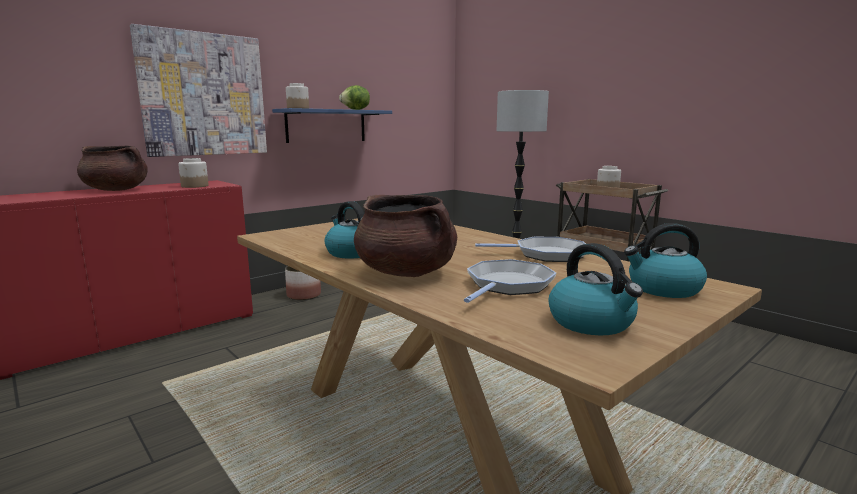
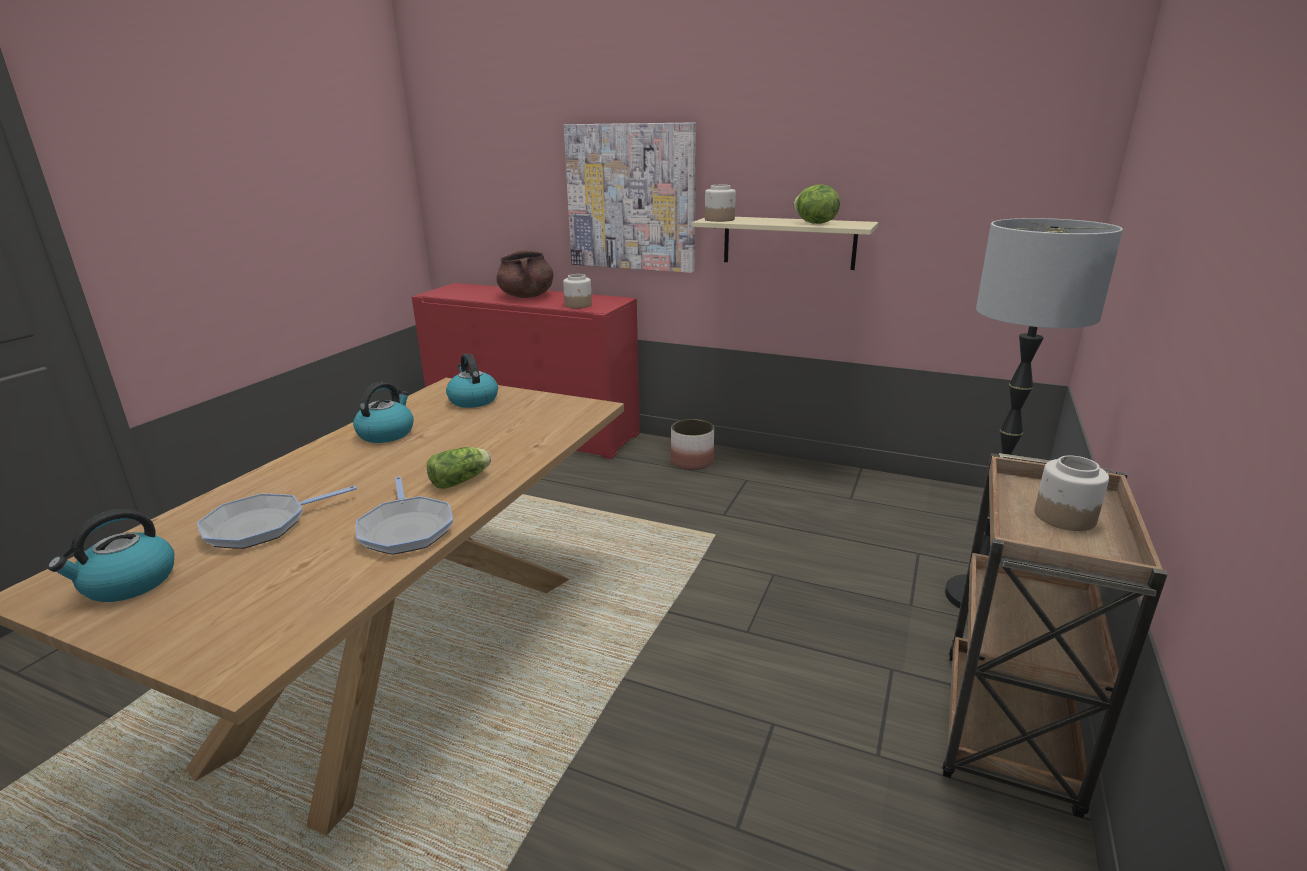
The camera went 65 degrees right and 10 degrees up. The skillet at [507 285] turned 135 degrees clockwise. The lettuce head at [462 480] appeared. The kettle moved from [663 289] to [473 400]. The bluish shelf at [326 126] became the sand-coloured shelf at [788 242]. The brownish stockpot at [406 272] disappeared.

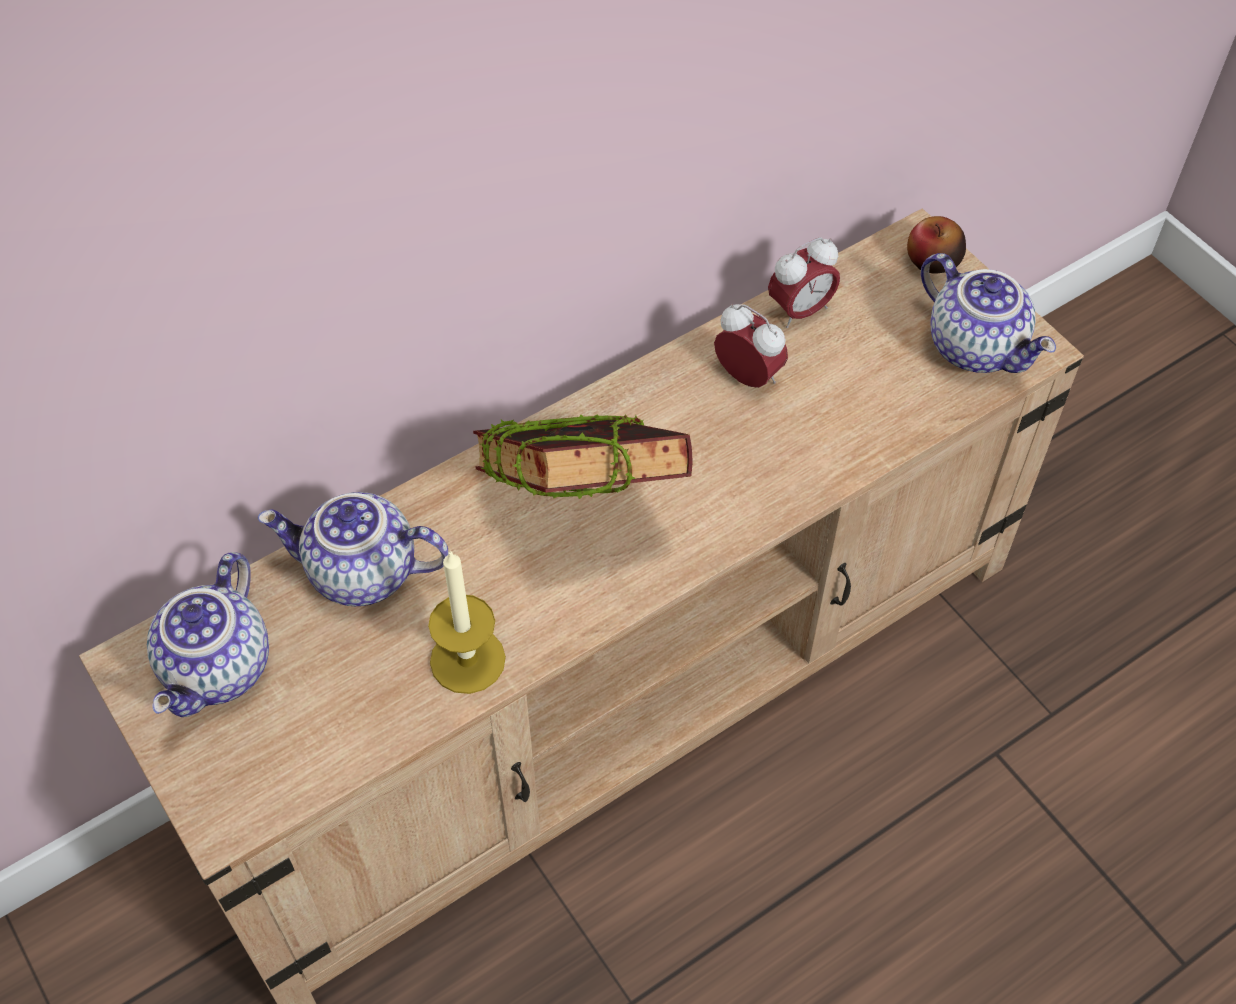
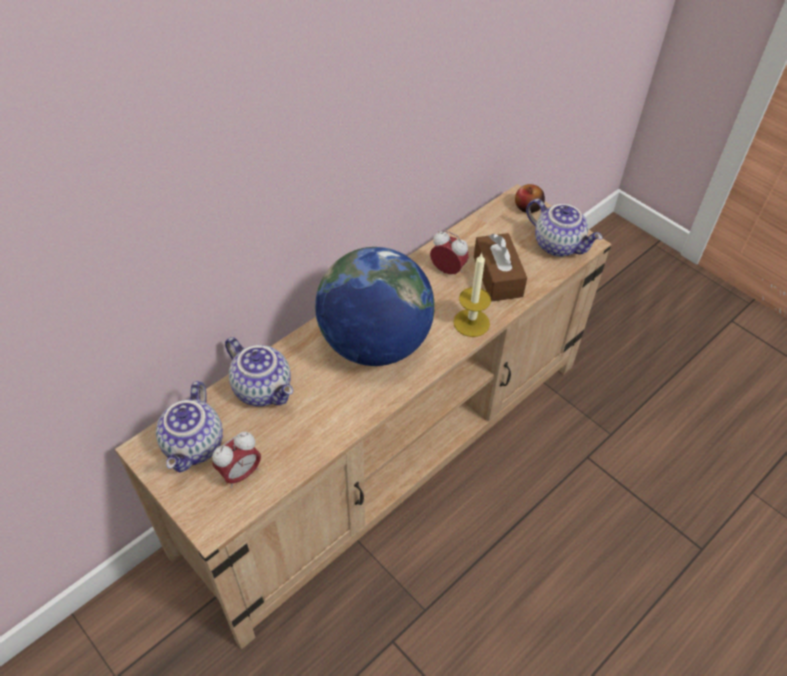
The camera went 10 degrees left and 5 degrees down. The alarm clock moved from [800 311] to [240 474]. The pot for tea at [361 574] turned 135 degrees counterclockwise. The bound book at [580 510] was replaced by the globe at [374 344]. The candle moved from [467 660] to [471 323]. The brownish tissue holder at [497 276] appeared.

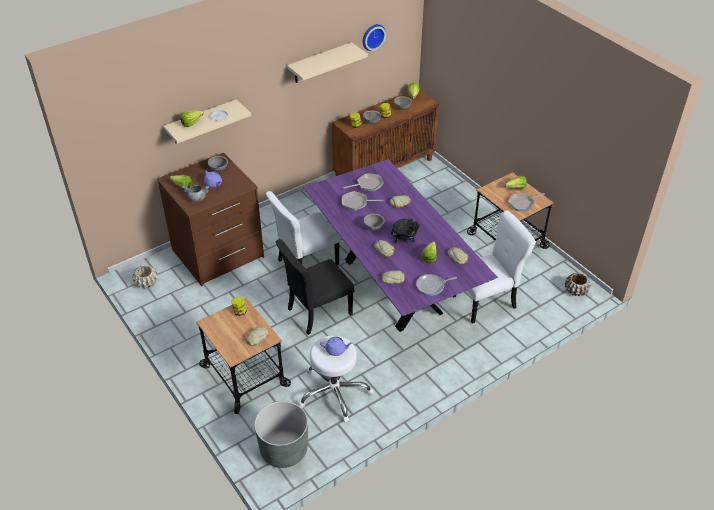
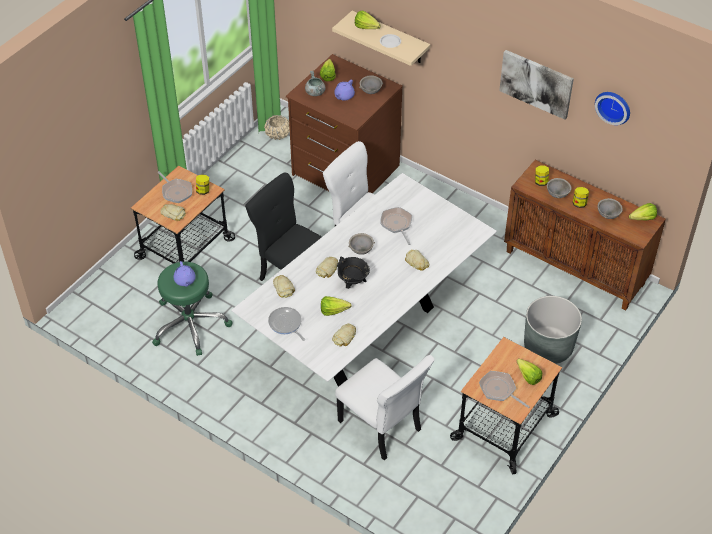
The camera went 70 degrees right and 5 degrees up. The white-coloured stool seat at [334 392] became the greenish stool seat at [190 324]. The skillet moved from [368 185] to [176 191]. The purple-coloured dinner table at [392 285] became the white-coloured dinner table at [367 330]. The sand-coloured shelf at [320 63] was replaced by the picture at [536 83]. The grey plant pot moved from [284 450] to [548 347]. The brownish plant pot at [575 290] disappeared.

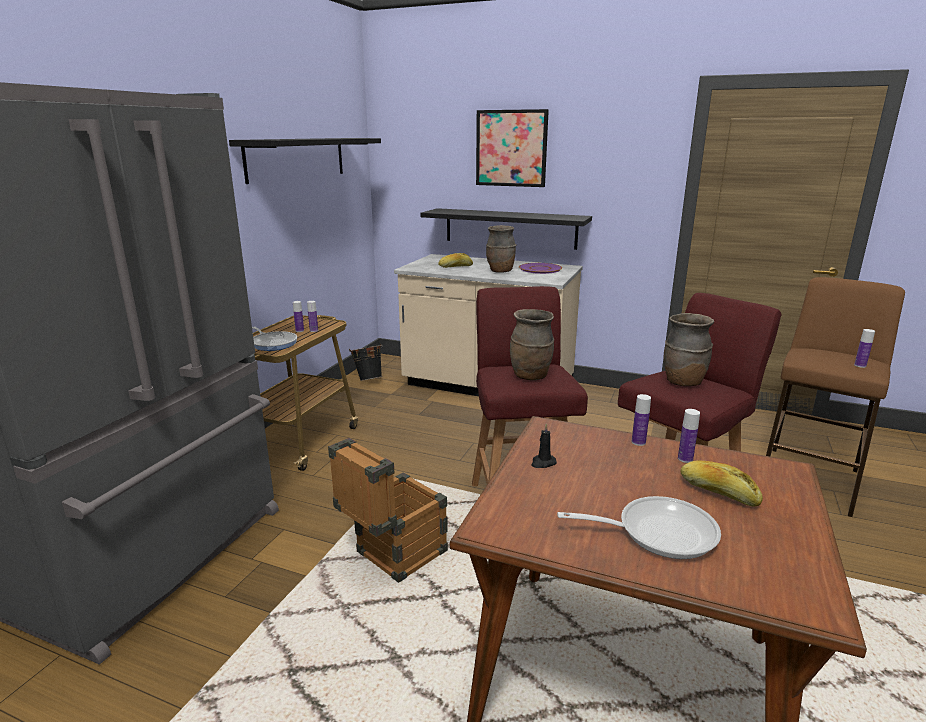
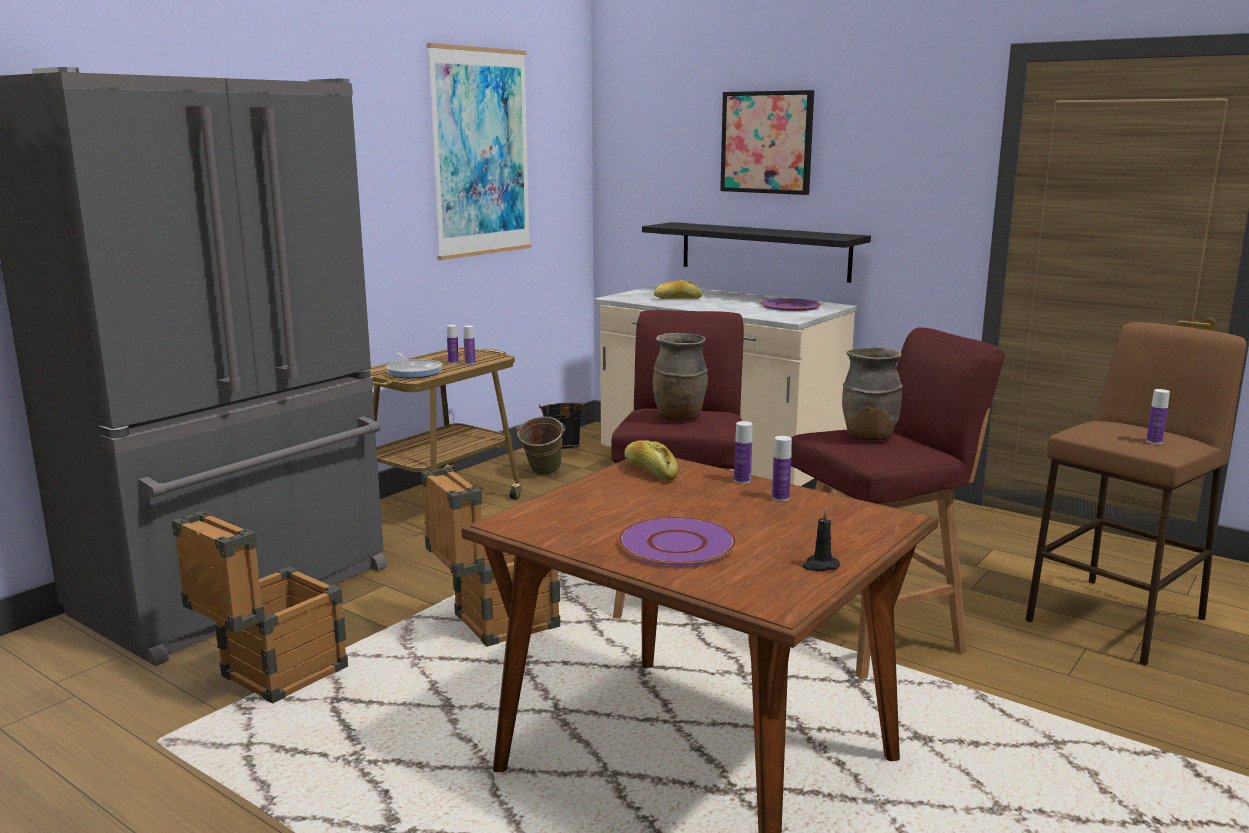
The camera went 15 degrees right and 5 degrees down. The packing crate at [271 678] appeared. The black-coloured shelf at [297 158] was replaced by the picture at [481 153]. The greenish water bucket at [542 475] appeared. The skillet at [657 532] was replaced by the purple-coloured flat dish at [676 544]. The bread moved from [718 492] to [650 471]. The black-coloured candle moved from [543 463] to [820 566]. The brownish flower vase at [500 271] disappeared.

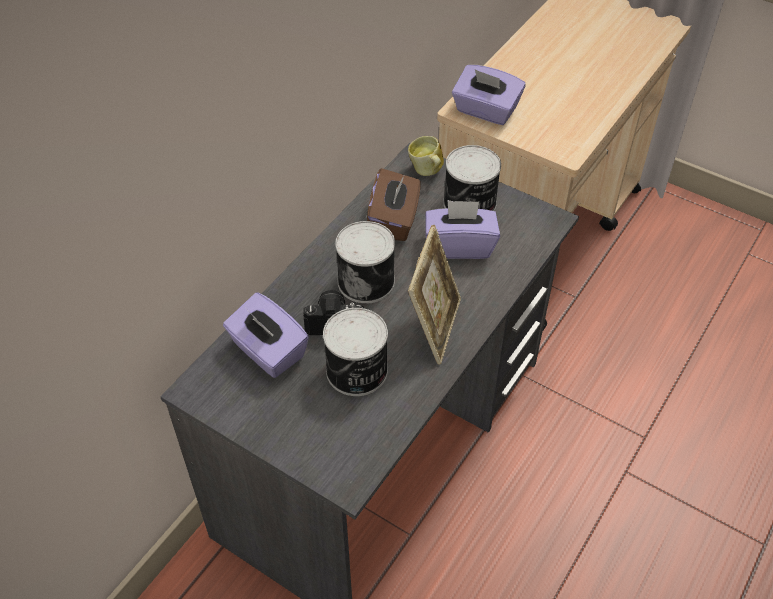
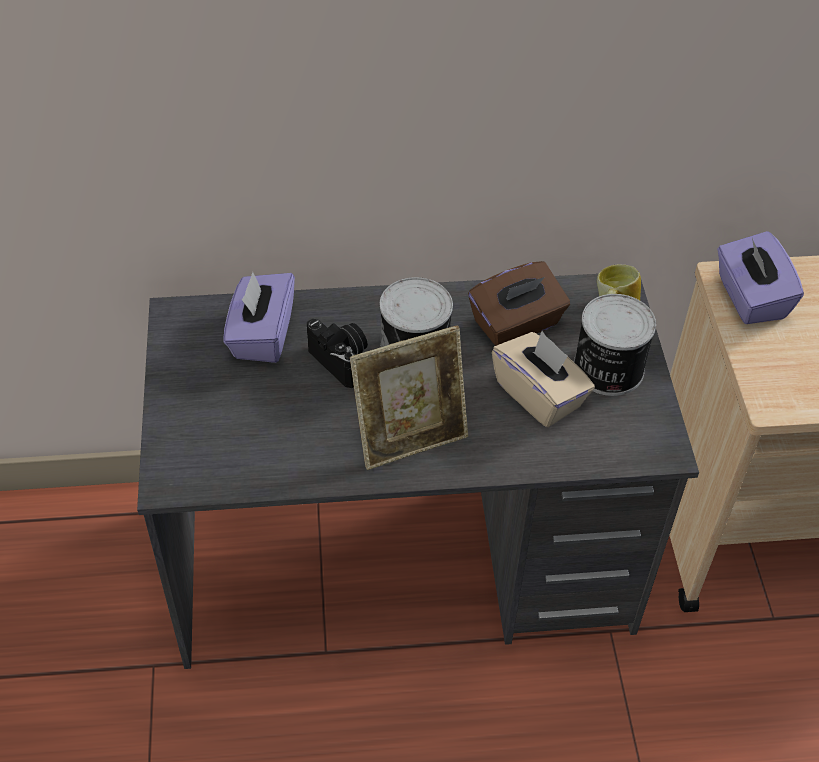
The camera went 50 degrees right and 0 degrees up. The purple-coloured tissue holder at [459 246] became the sand-coloured tissue holder at [539 395]. The metal can at [357 372] disappeared.

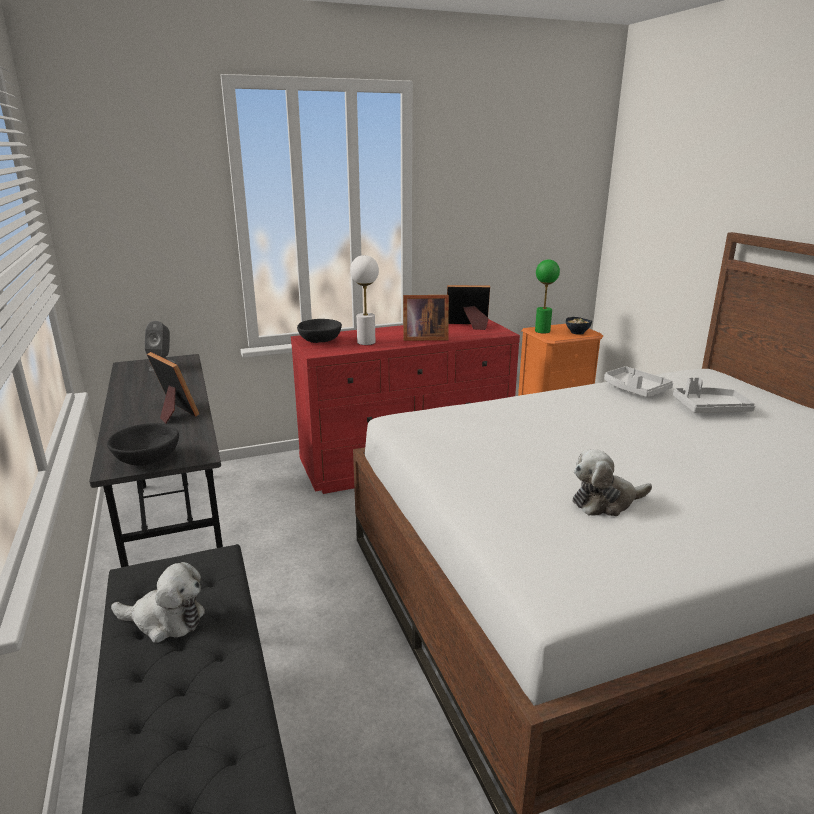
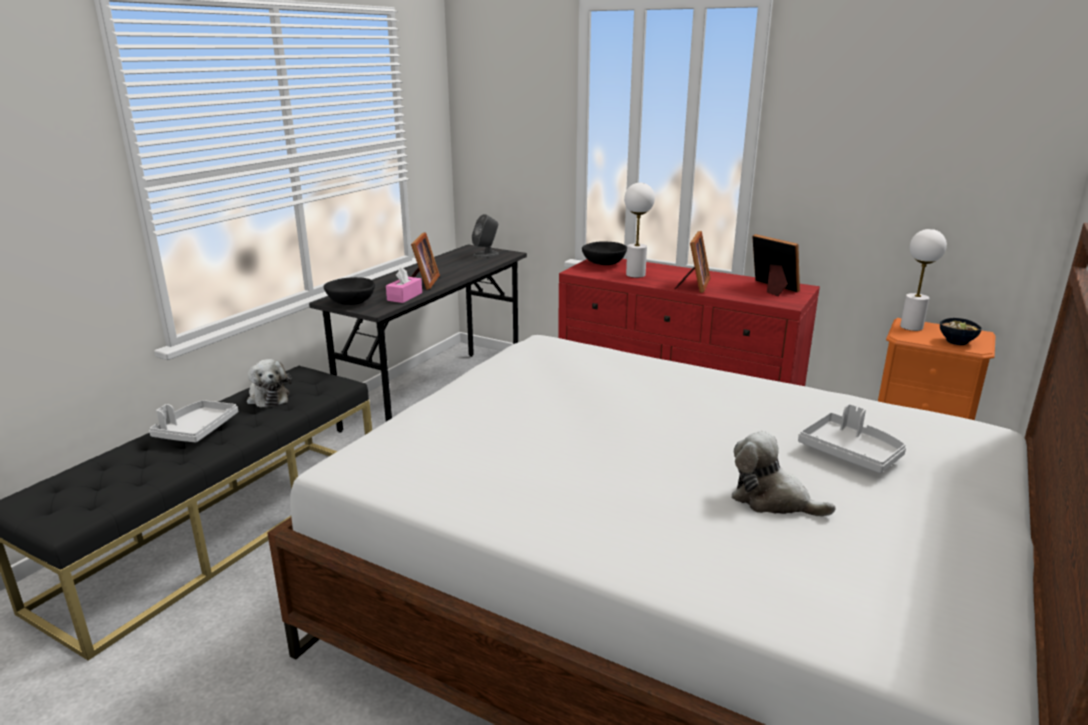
The camera went 50 degrees right and 0 degrees up. The grey serving tray moved from [634 390] to [196 430]. The pink tissue holder at [404 296] appeared. The picture frame at [423 338] turned 120 degrees counterclockwise. The plush toy moved from [605 502] to [772 500]. The greenish tabletop lamp at [542 331] became the white-coloured tabletop lamp at [911 327].

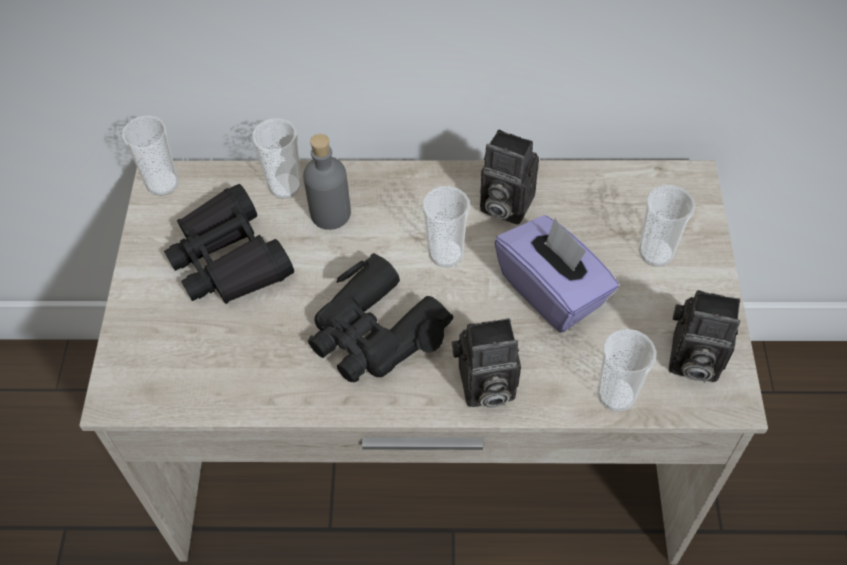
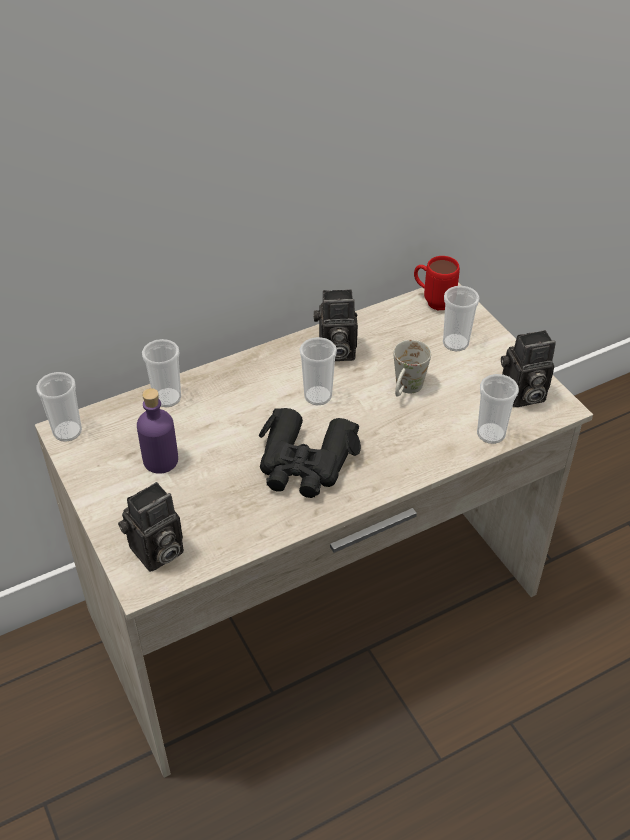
The camera went 30 degrees left and 10 degrees down. The photo camera moved from [484 387] to [156 553]. The black-coloured binoculars at [229 259] was replaced by the purple-coloured drink bottle at [161 460]. The purple-coloured tissue holder at [552 291] was replaced by the white-coloured tea mug at [406 390]. The red-coloured tea mug at [433 301] appeared. The grey drink bottle at [330 214] disappeared.

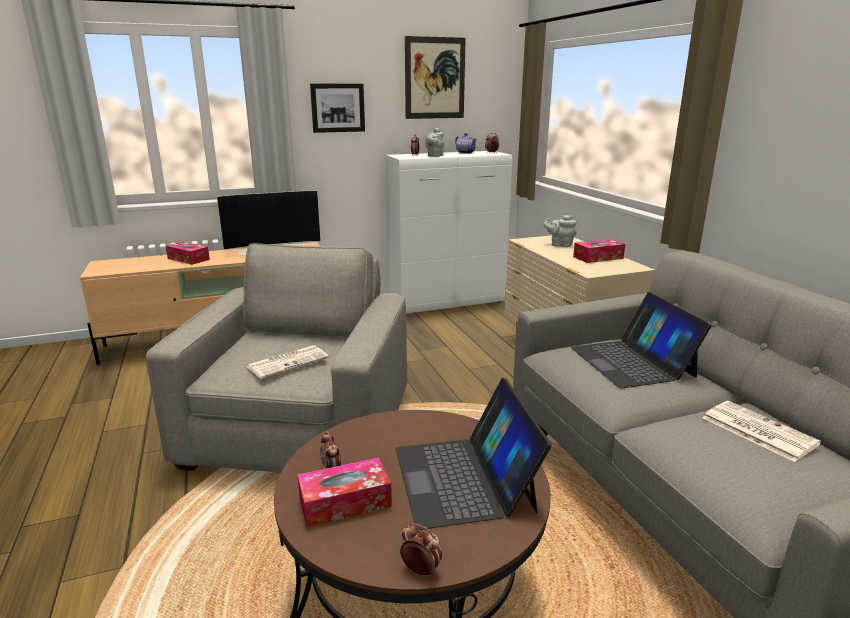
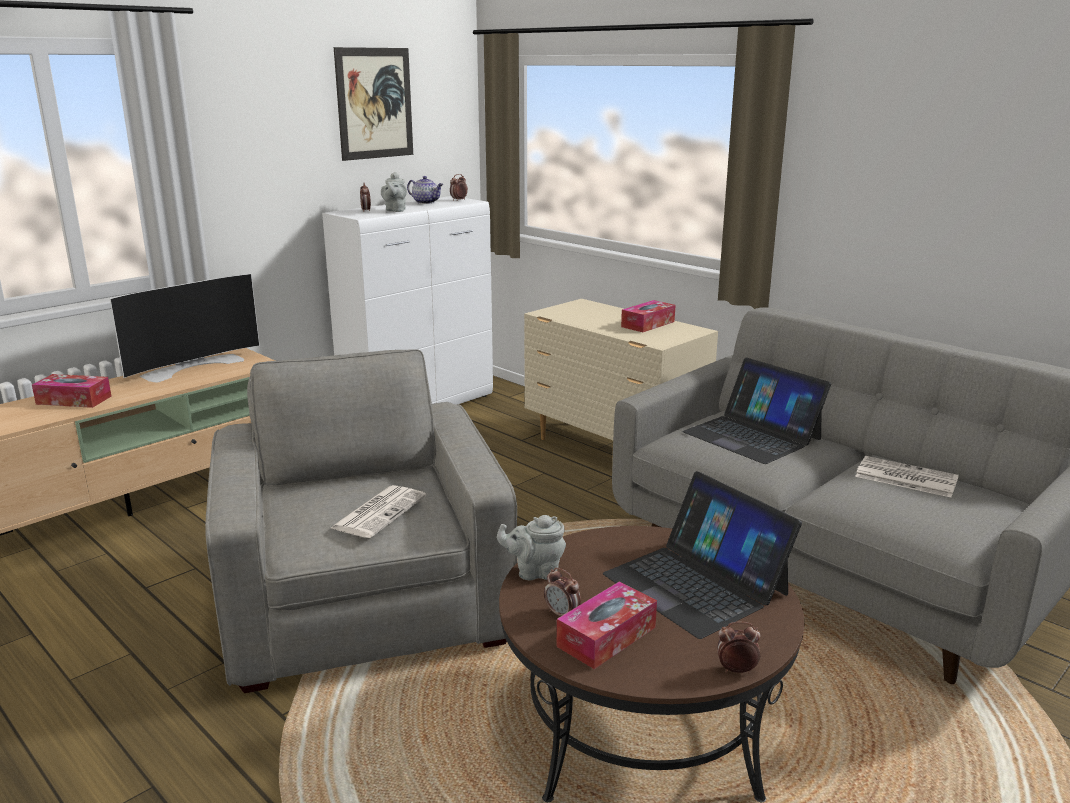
The camera went 25 degrees left and 0 degrees up. The grey pot for tea moved from [560 245] to [535 572]. The picture at [337 108] disappeared.

